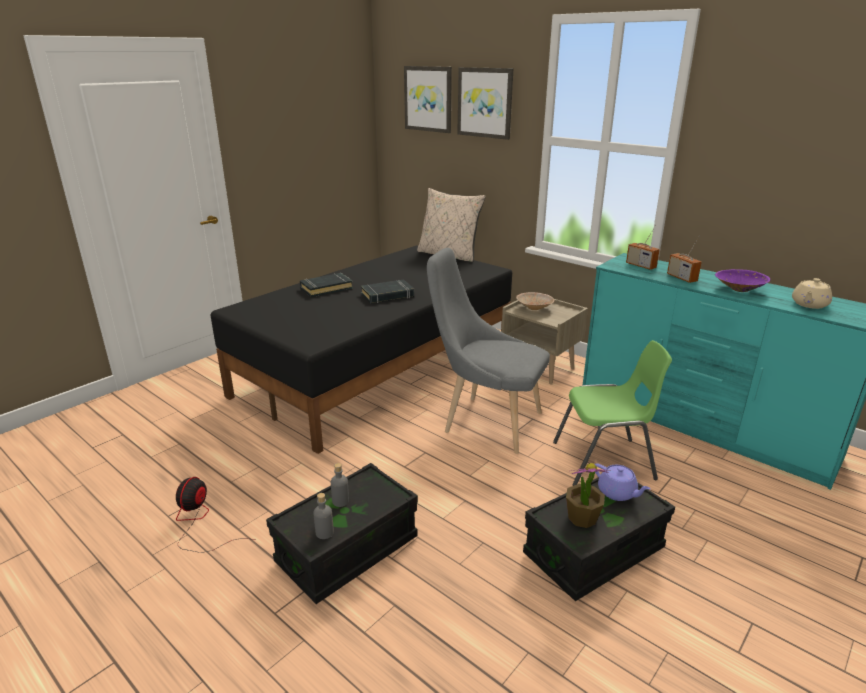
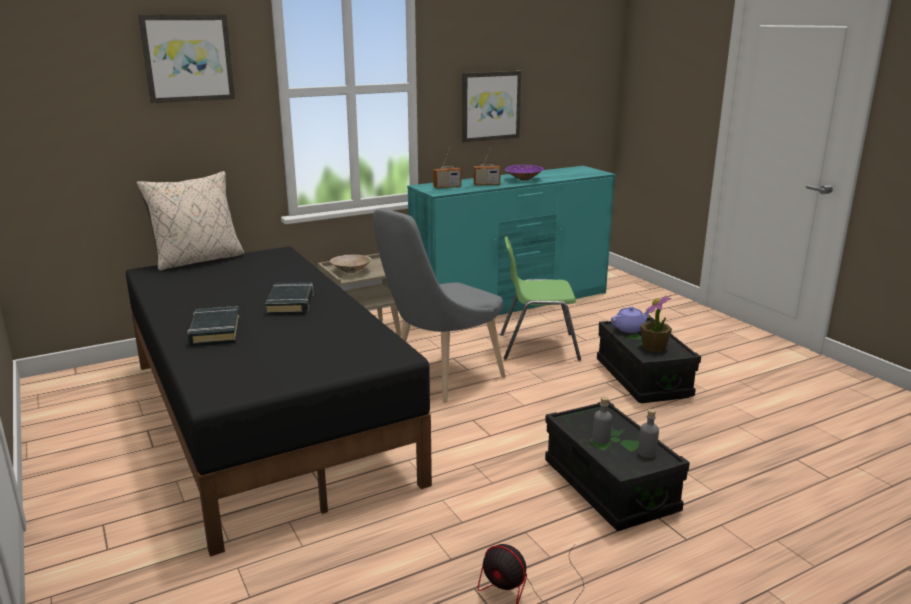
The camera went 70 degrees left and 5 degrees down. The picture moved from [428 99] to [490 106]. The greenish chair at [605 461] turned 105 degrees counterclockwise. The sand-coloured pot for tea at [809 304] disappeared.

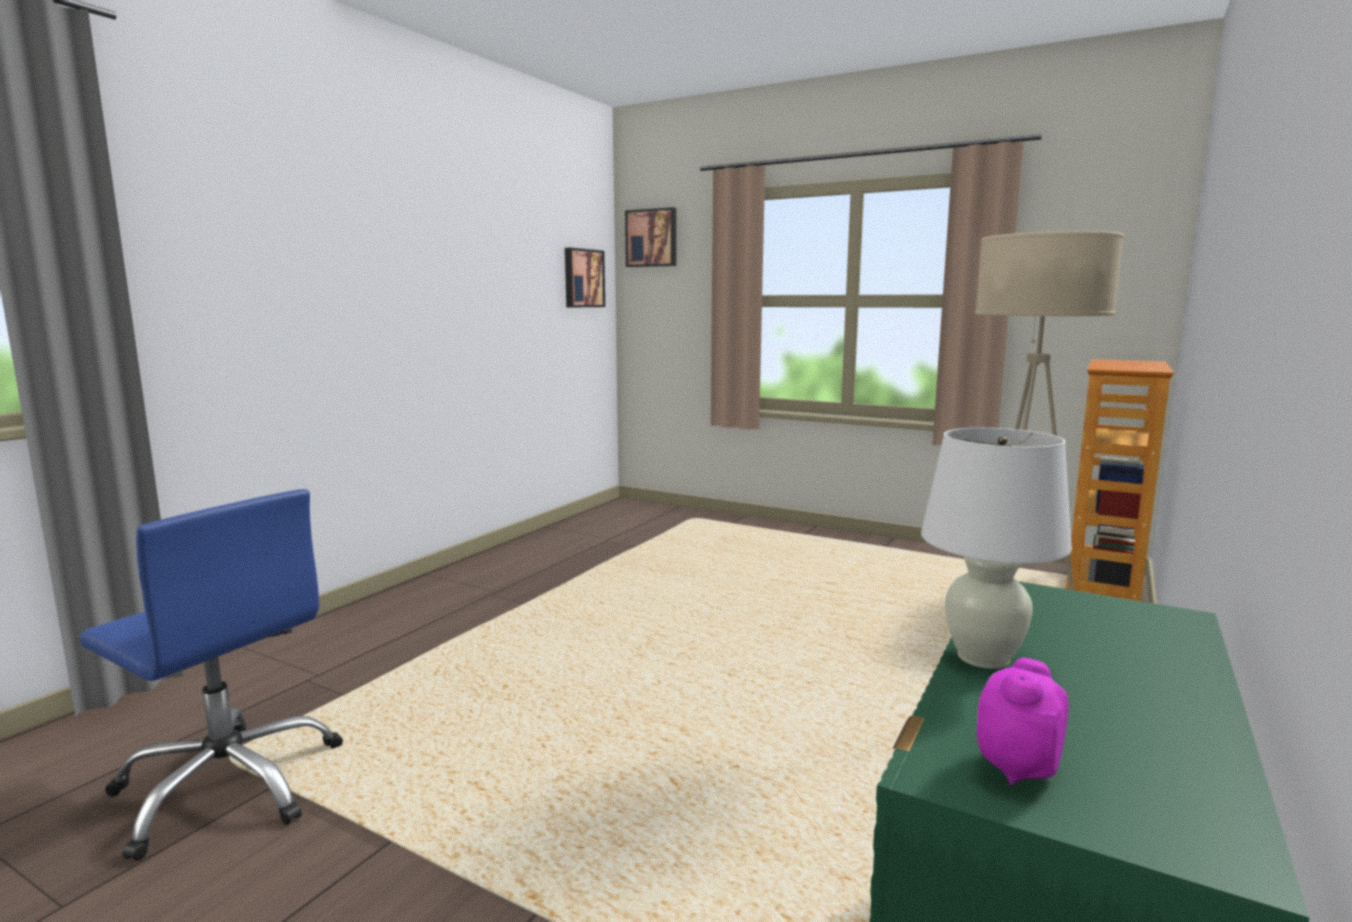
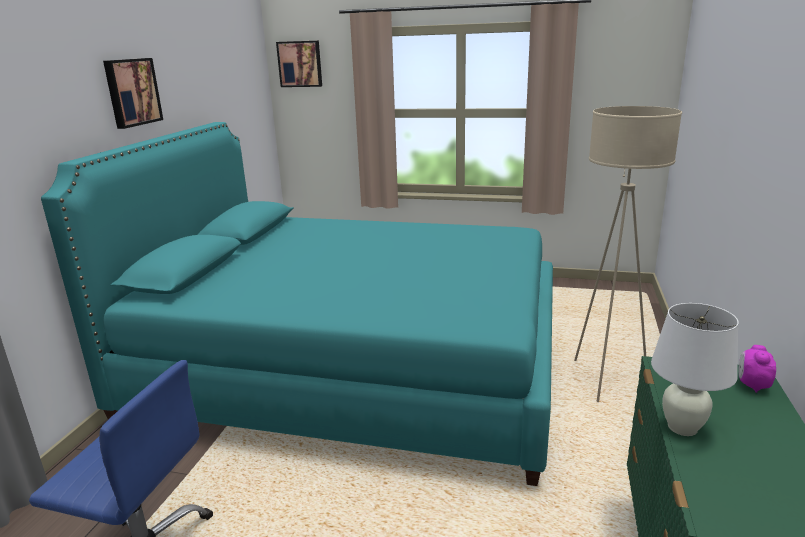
The camera went 15 degrees left and 10 degrees up. The turquoise sleeping bed at [354 369] appeared. The picture moved from [582 278] to [131 92]. The alarm clock moved from [1016 768] to [752 385]. The bookshelf at [1103 593] disappeared.

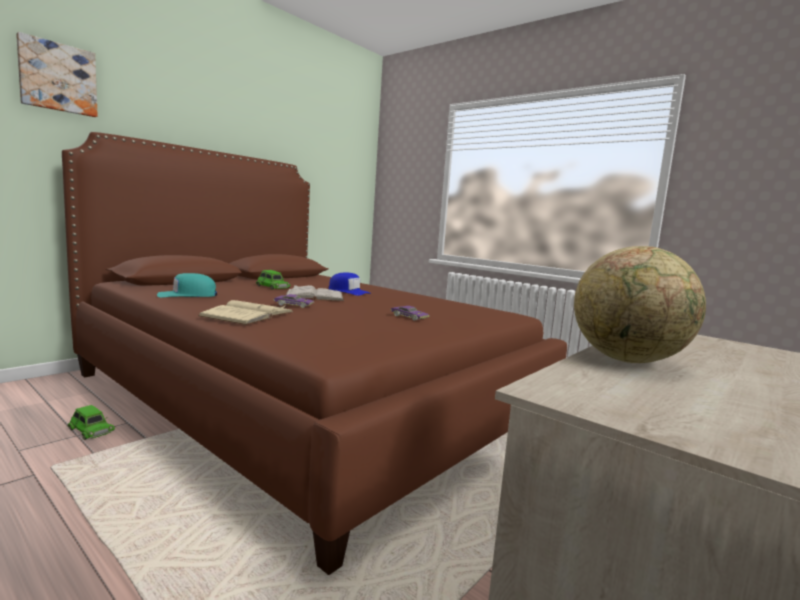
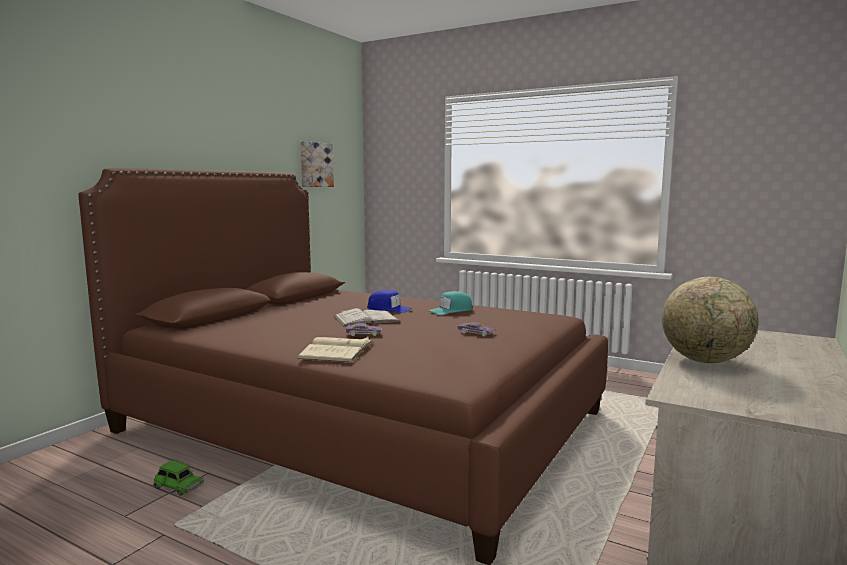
The camera went 10 degrees left and 0 degrees up. The picture moved from [58 77] to [315 165]. The turquoise cap moved from [187 295] to [451 311]. The greenish toy car at [272 287] disappeared.

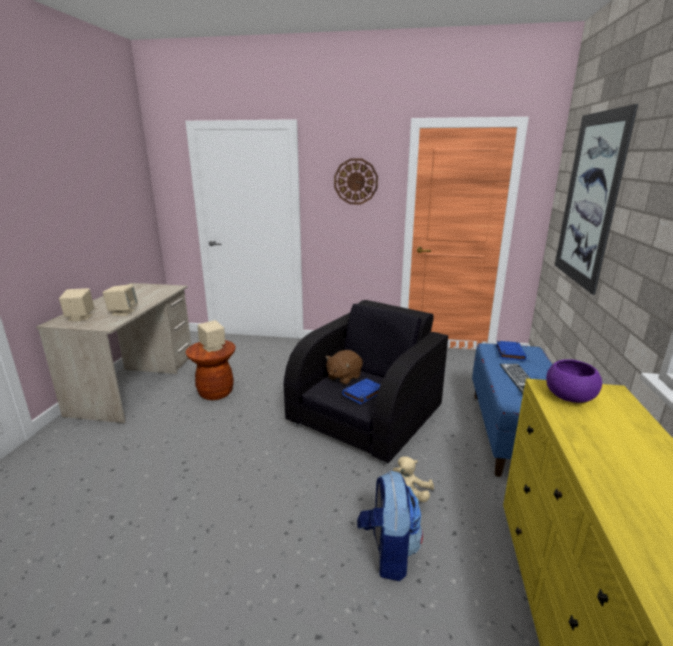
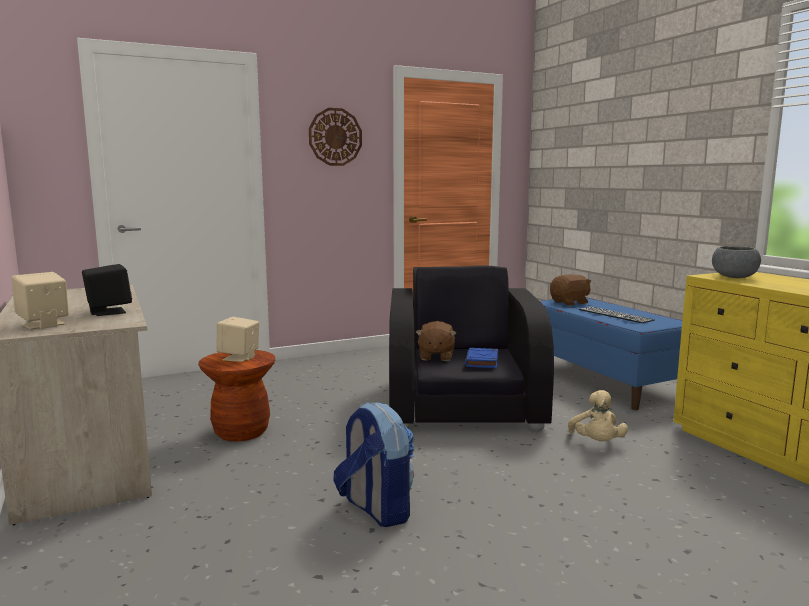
The camera went 35 degrees left and 10 degrees down. The sand-coloured speaker at [123 312] became the black-coloured speaker at [108 312]. The rucksack moved from [388 552] to [376 509]. The bluish bound book at [509 353] was replaced by the brownish plush toy at [570 302]. The purple-coloured deep dish at [569 397] became the grey deep dish at [733 277]. The picture at [589 200] disappeared.

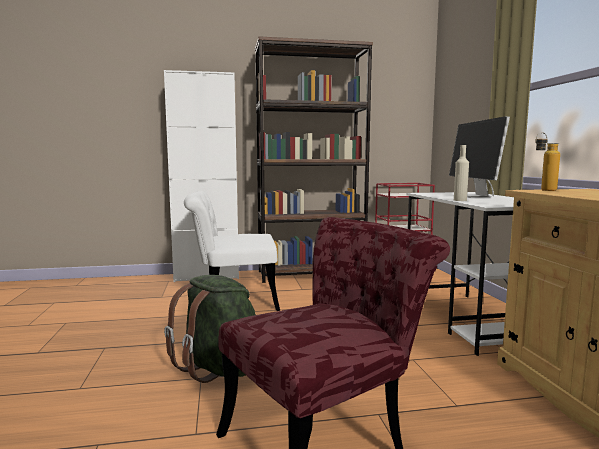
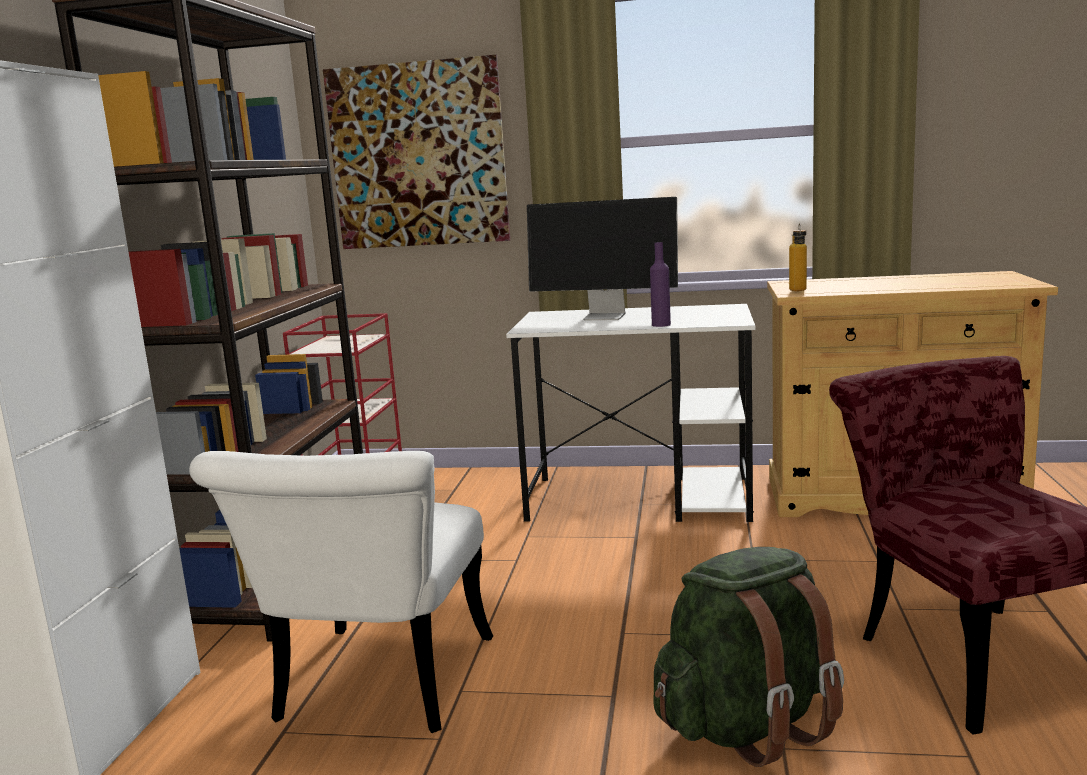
The camera went 70 degrees left and 5 degrees up. The picture at [418 155] appeared. The sand-coloured drink bottle at [460 200] became the purple-coloured drink bottle at [661 325].

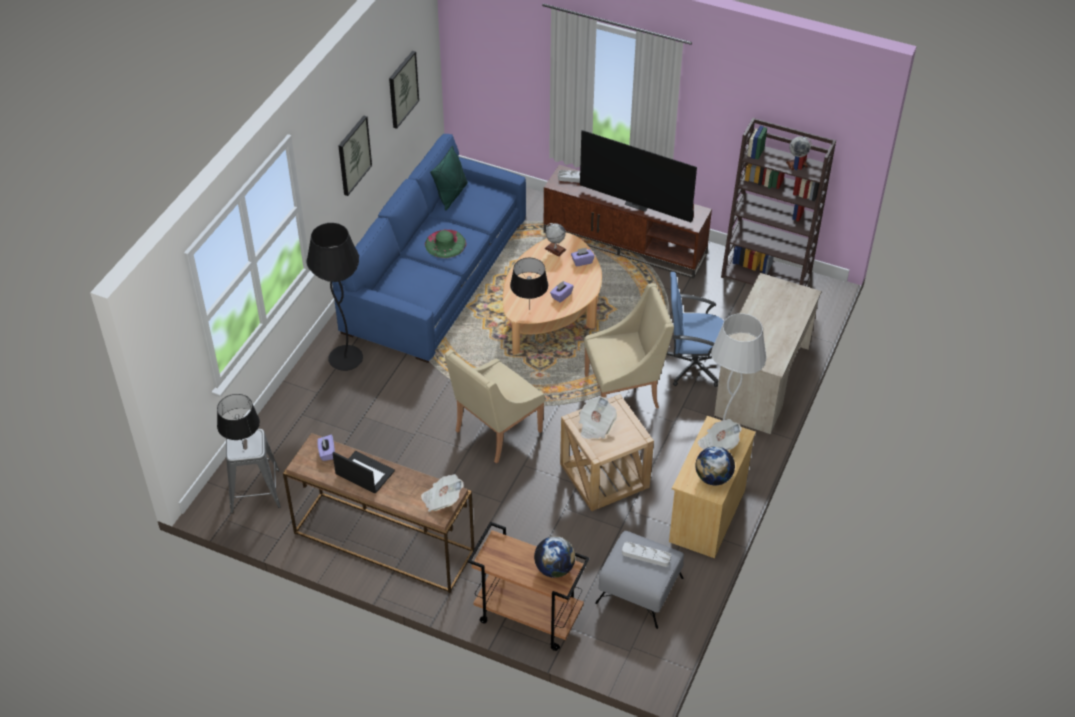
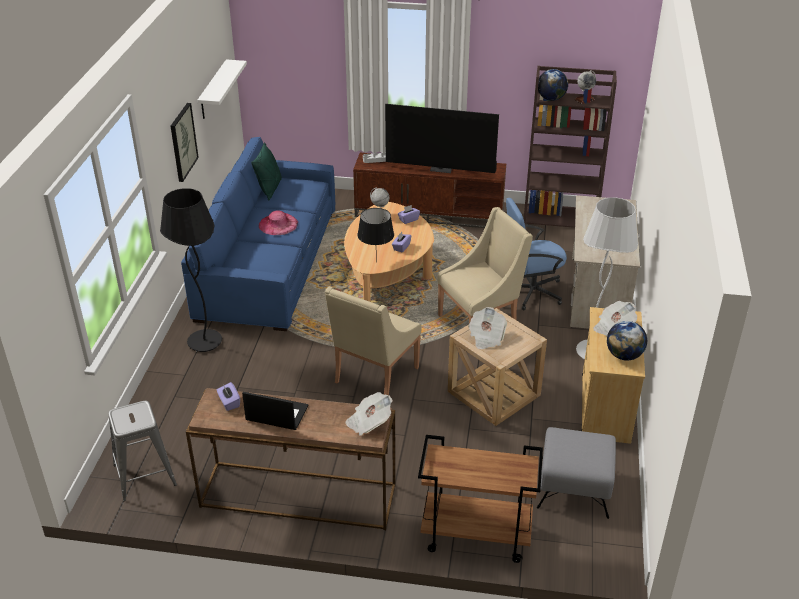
The camera went 15 degrees left and 10 degrees down. The picture at [402 89] was replaced by the white-coloured shelf at [213 90]. The greenish hat at [445 243] became the pink hat at [278 224]. The globe moved from [554 568] to [551 99]. The black-coloured tabletop lamp at [243 448] disappeared. The grey serving tray at [646 556] disappeared.

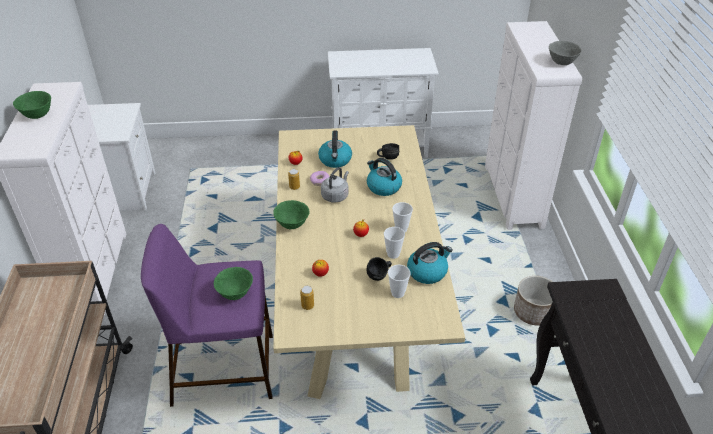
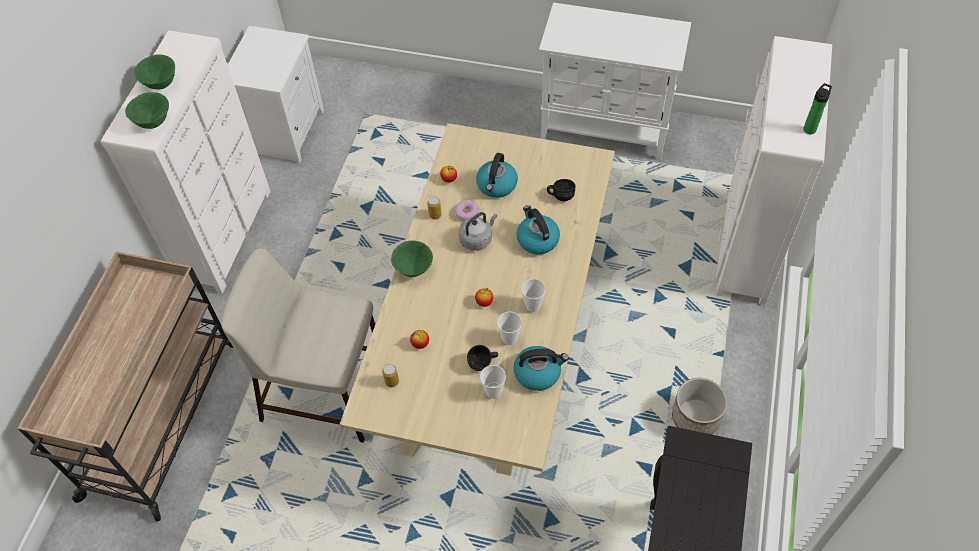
The camera went 20 degrees right and 15 degrees up. The greenish deep dish moved from [235 293] to [154 122]. The purple-coloured stool seat at [225 369] became the sand-coloured stool seat at [327 393]. The grey deep dish at [562 62] was replaced by the drink bottle at [810 128].

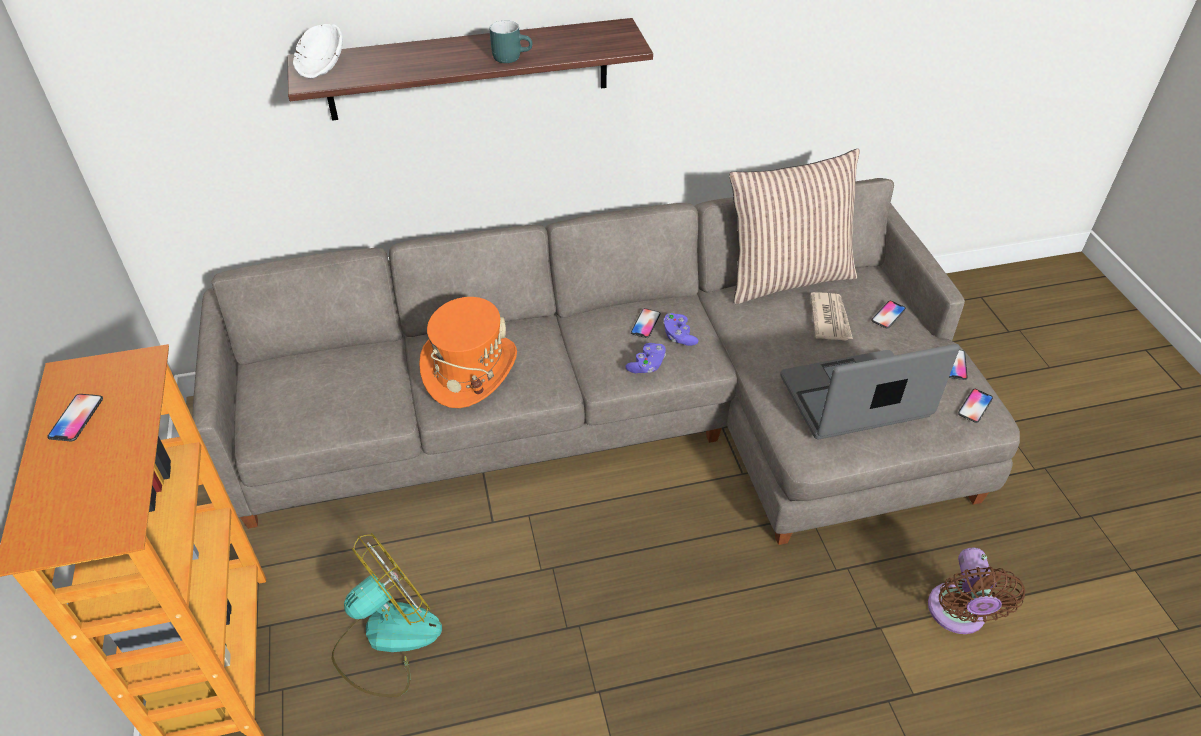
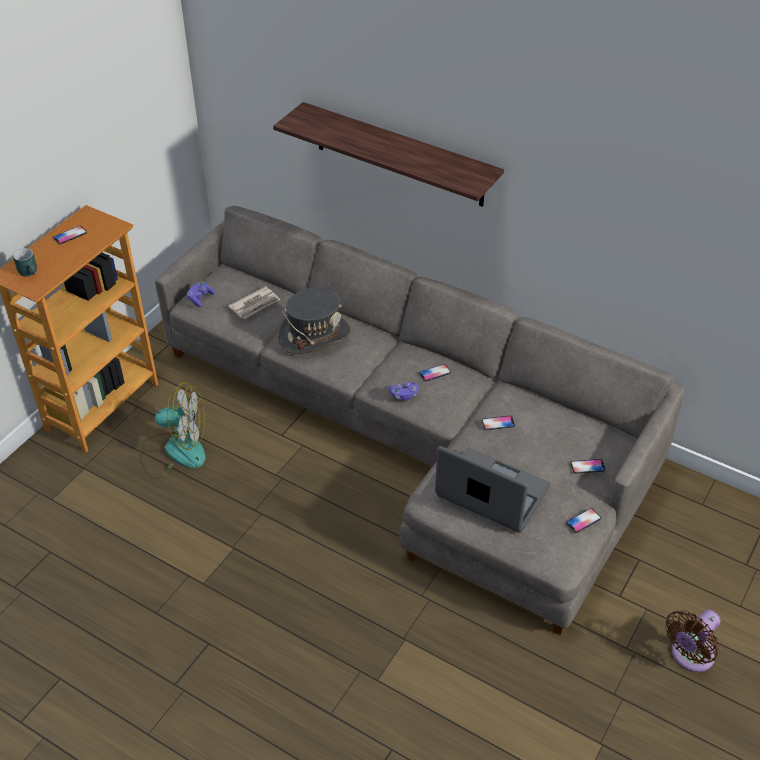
The camera went 45 degrees right and 0 degrees up. The turquoise tea mug moved from [511 57] to [30 272]. The purple-coloured gamepad moved from [678 336] to [200 298]. The printed paper moved from [830 318] to [255 304]. The orangey hat at [469 369] became the grey hat at [314 335]. The handset moved from [975 406] to [498 423]. The brownish fan moved from [958 615] to [689 656]. The white-coloured deep dish at [319 67] disappeared. The throw pillow at [786 277] disappeared.

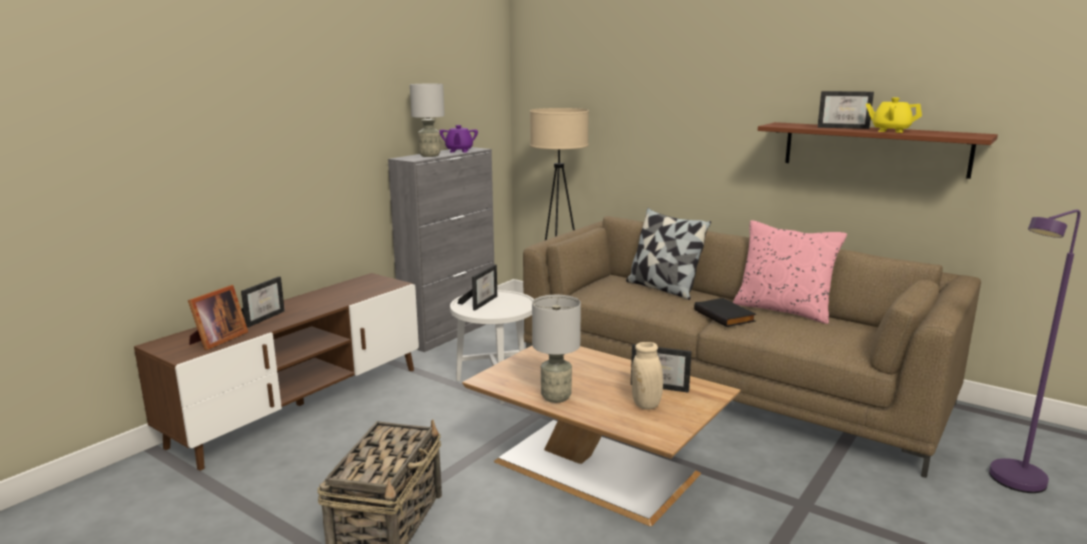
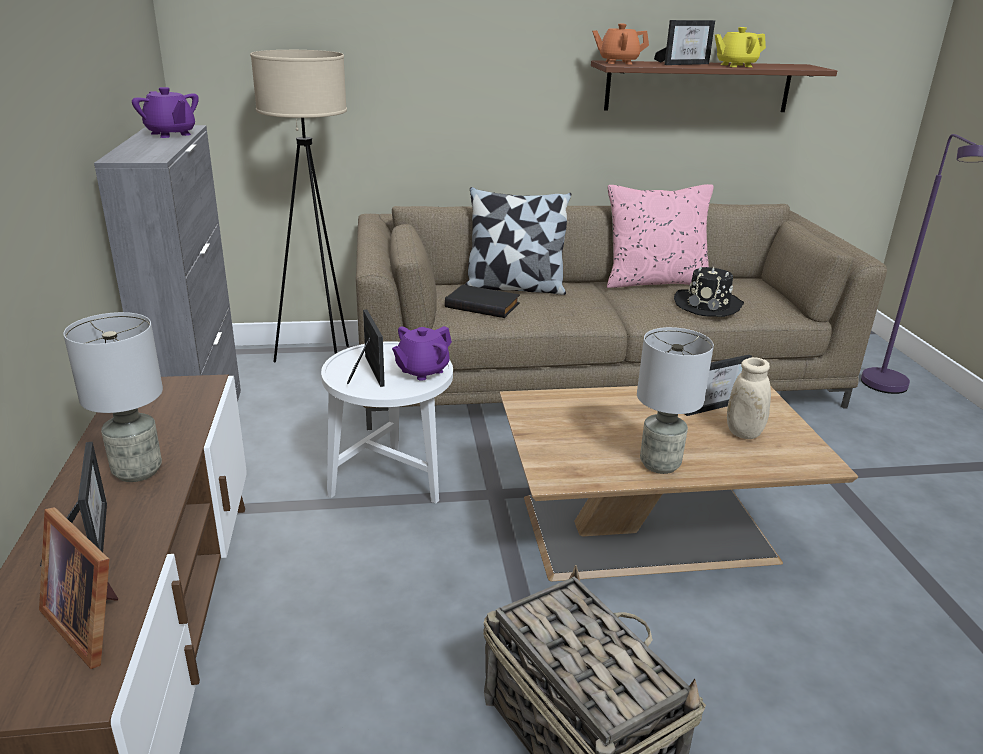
The camera went 45 degrees left and 10 degrees up. The picture frame at [217 340] turned 150 degrees clockwise. The grey tabletop lamp moved from [429 156] to [137 472]. The purple-coloured pot for tea at [422 371] appeared. The black-coloured bound book moved from [725 315] to [483 305]. The orangey pot for tea at [618 62] appeared. The black-coloured hat at [708 305] appeared.

